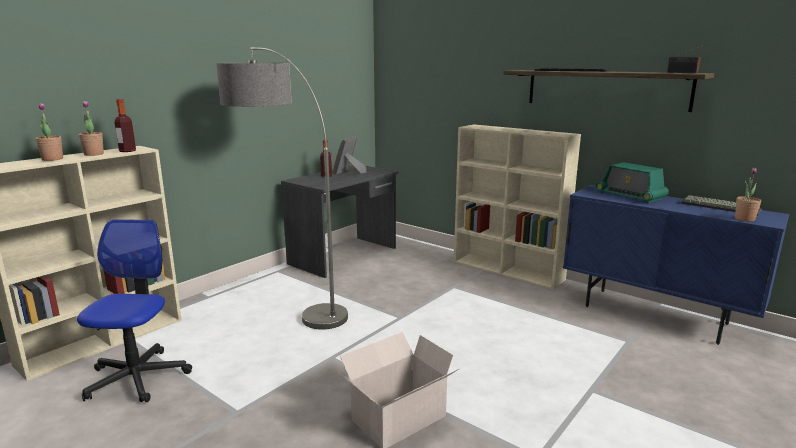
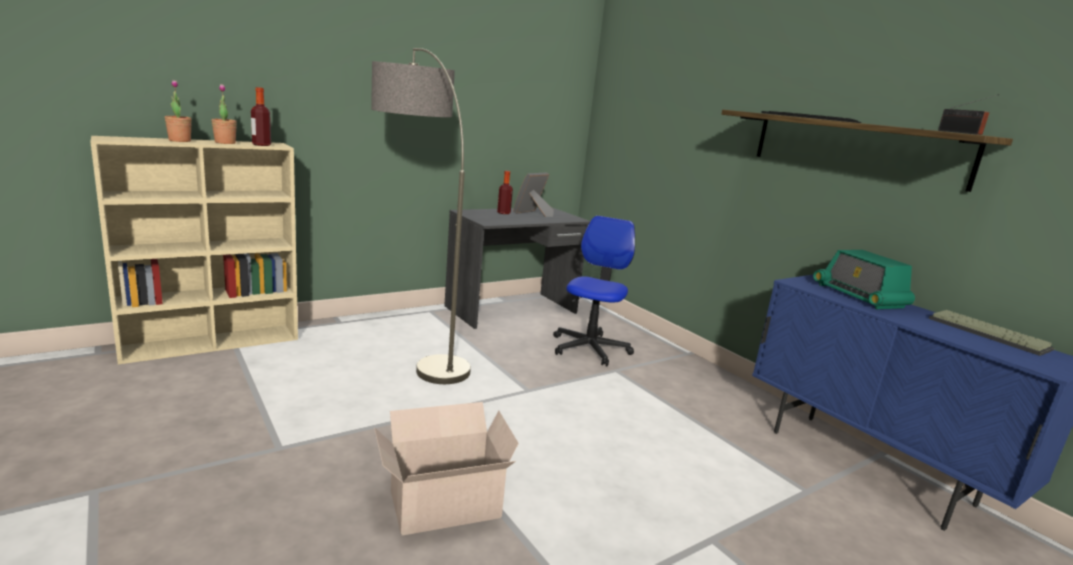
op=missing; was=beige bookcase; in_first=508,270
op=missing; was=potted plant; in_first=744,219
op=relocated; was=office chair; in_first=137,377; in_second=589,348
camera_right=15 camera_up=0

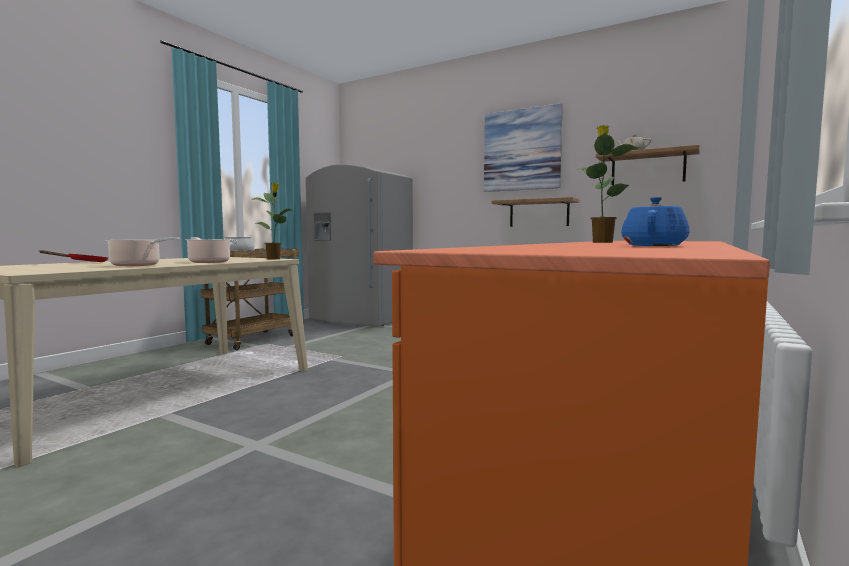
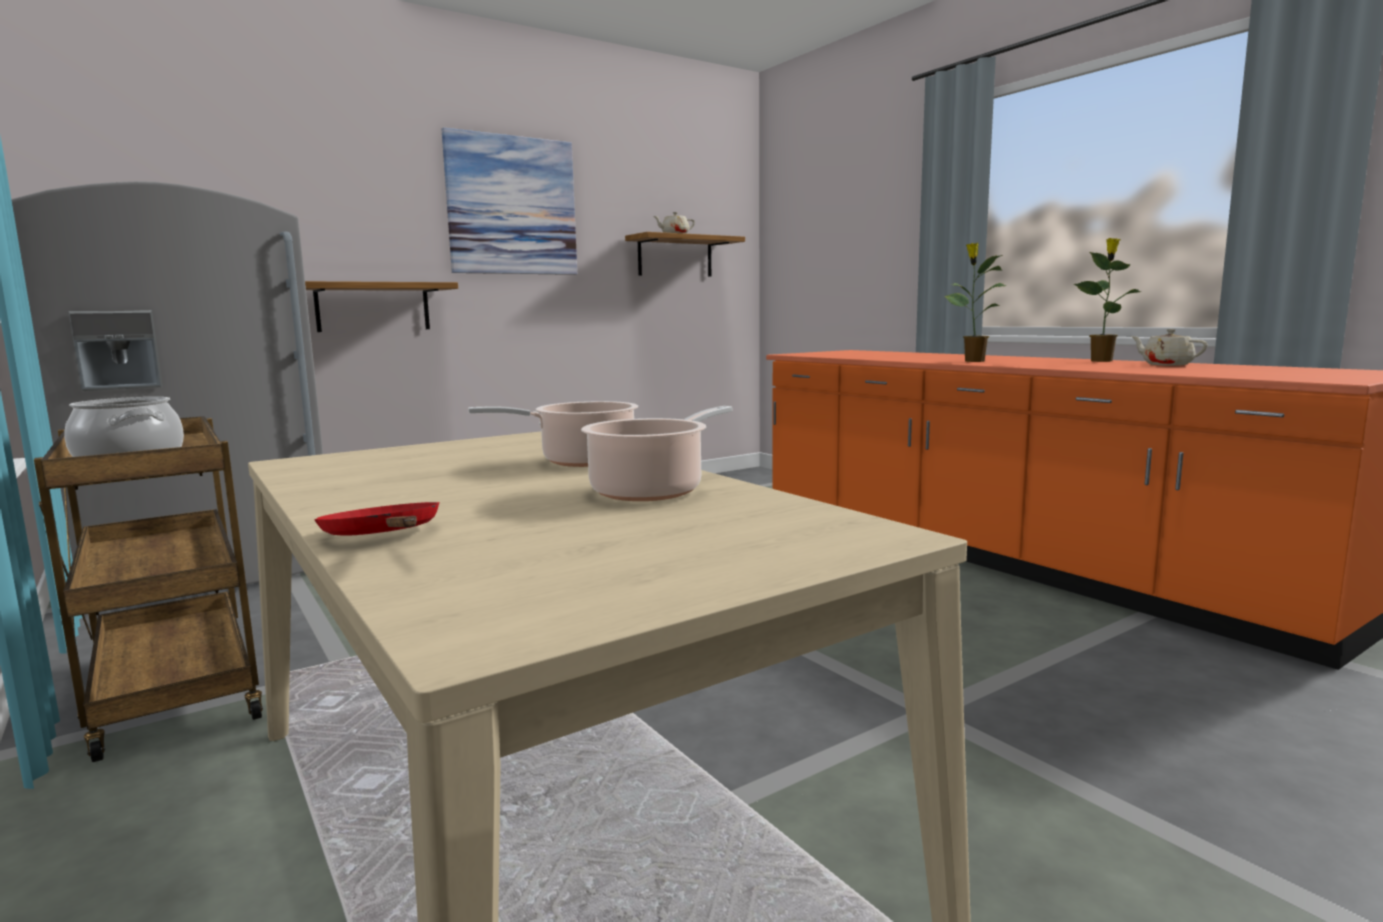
op=relocated; was=potted plant; in_first=274,259; in_second=1101,361
op=relocated; was=shelf; in_first=539,213; in_second=373,307
op=colour; was=blue teapot; now=beige teapot; in_first=653,245; in_second=1166,364
camera_right=-65 camera_up=5

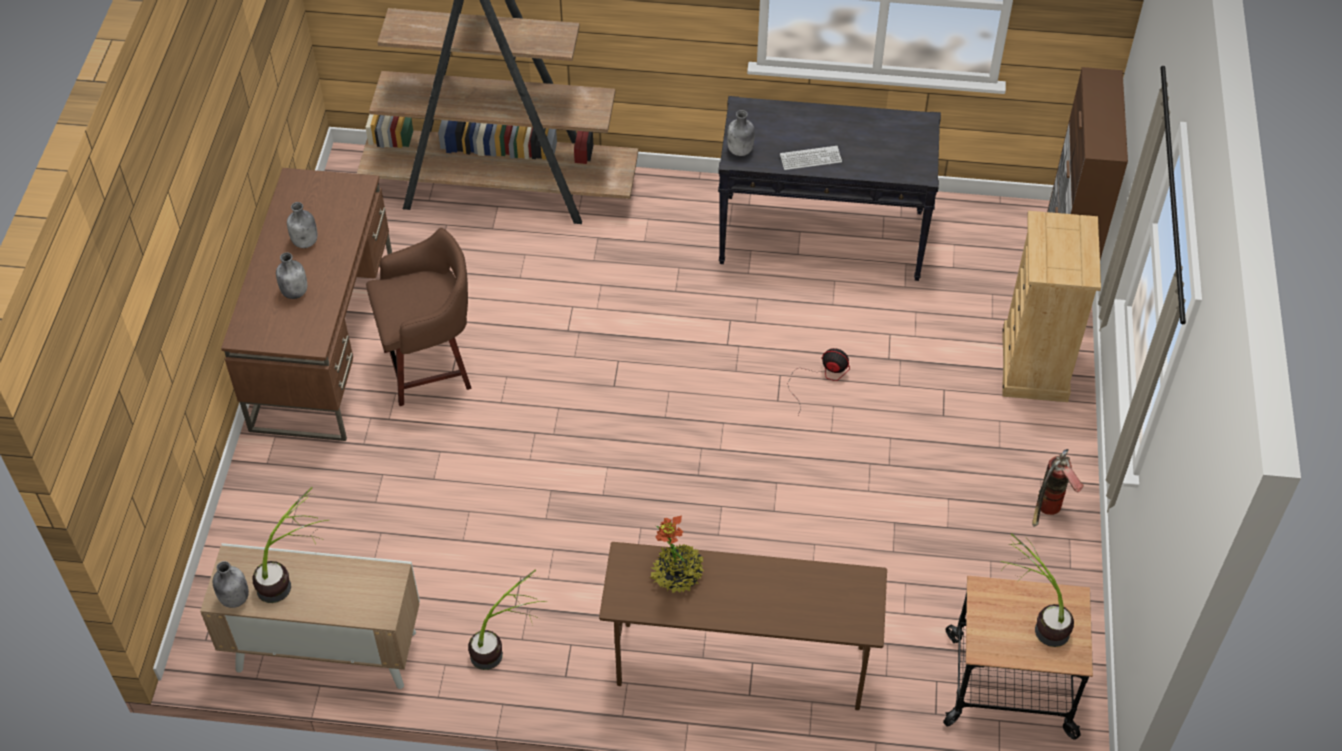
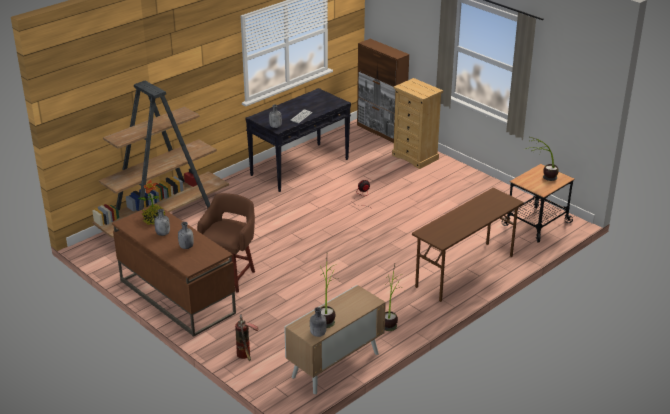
op=relocated; was=potted plant; in_first=677,574; in_second=154,219
op=relocated; was=fire extinguisher; in_first=1047,513; in_second=246,357
camera_right=-50 camera_up=-20

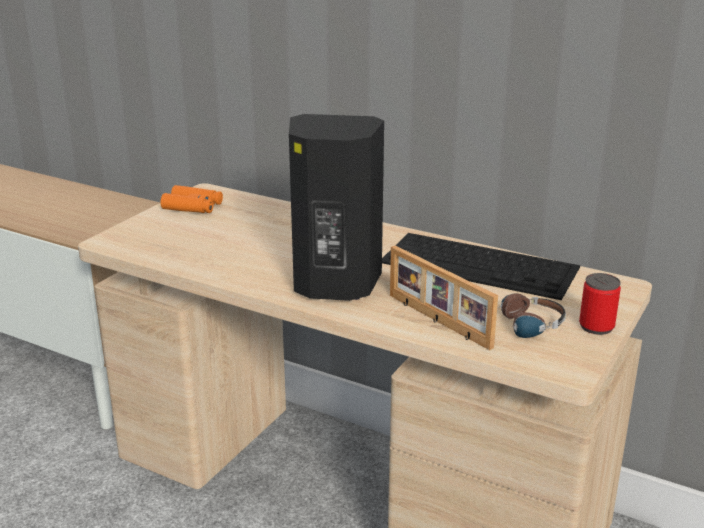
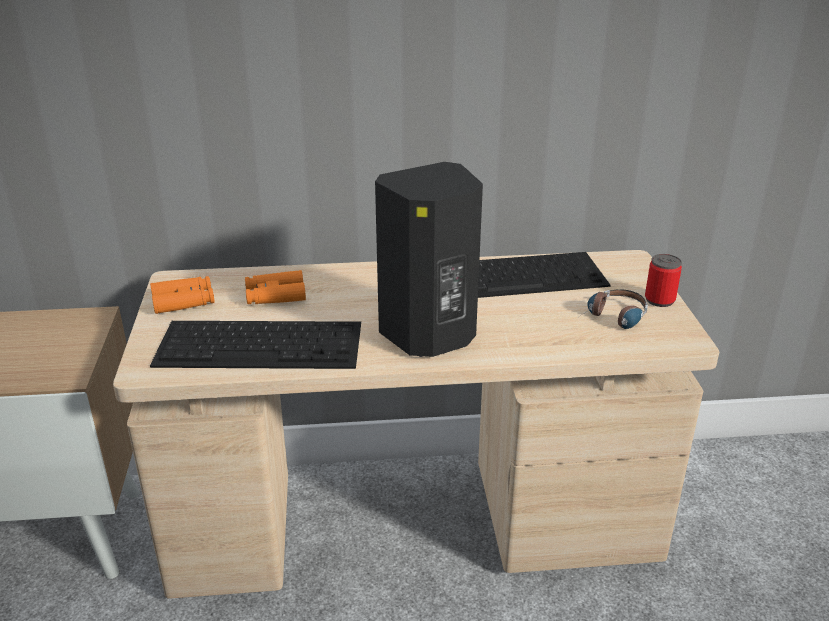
op=missing; was=picture frame; in_first=437,321
op=appeared; now=keyboard; in_second=262,344
op=appeared; now=orange binoculars; in_second=275,295
camera_right=-35 camera_up=5

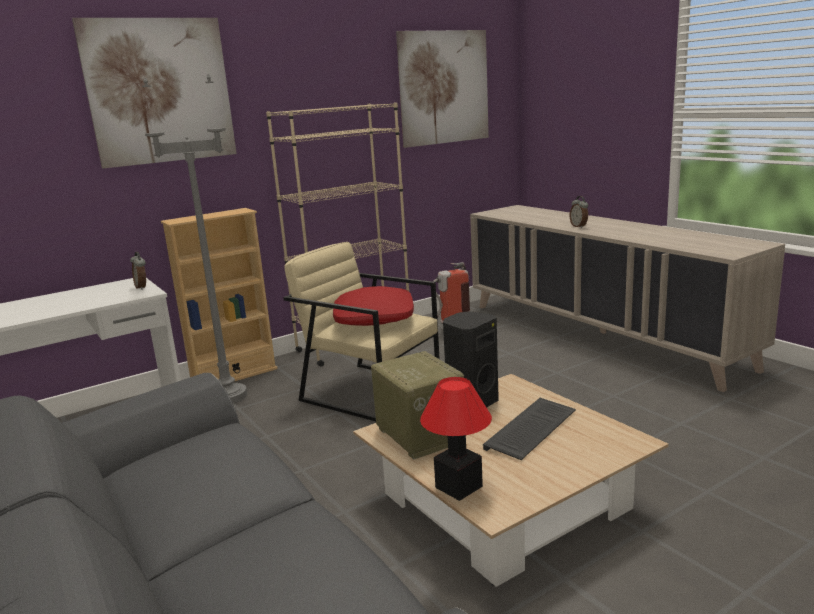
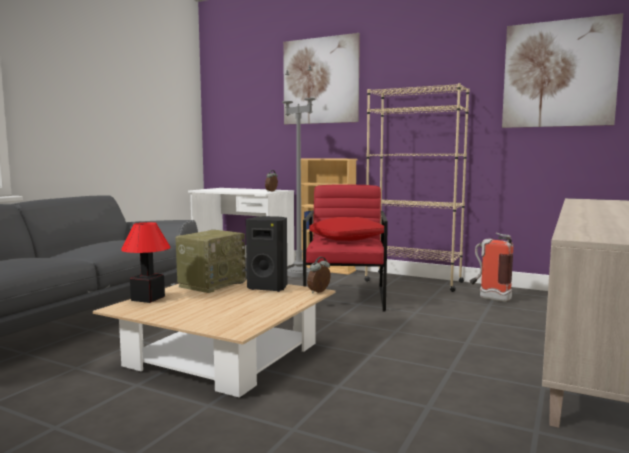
op=missing; was=keyboard; in_first=531,431
op=relocated; was=alarm clock; in_first=579,226; in_second=319,292
op=colour; was=beige armchair; now=red armchair; in_first=371,391; in_second=346,298
camera_right=60 camera_up=-10

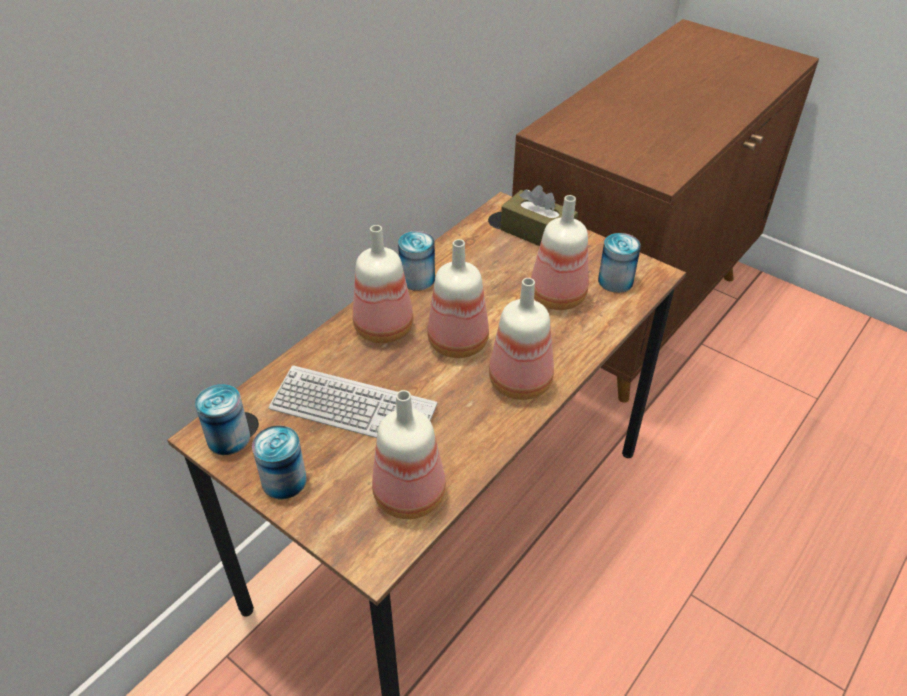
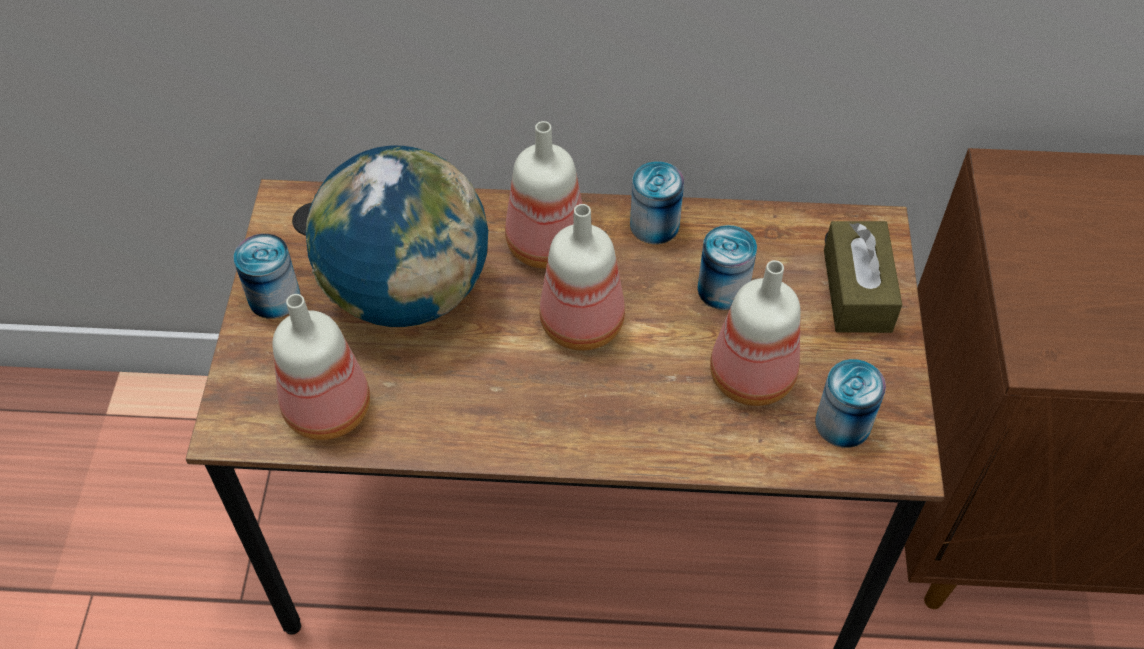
op=missing; was=bottle; in_first=521,380
op=relocated; was=can; in_first=228,438; in_second=723,289
op=exchanged; was=keyboard; now=globe; in_first=353,408; in_second=407,292
camera_right=55 camera_up=10

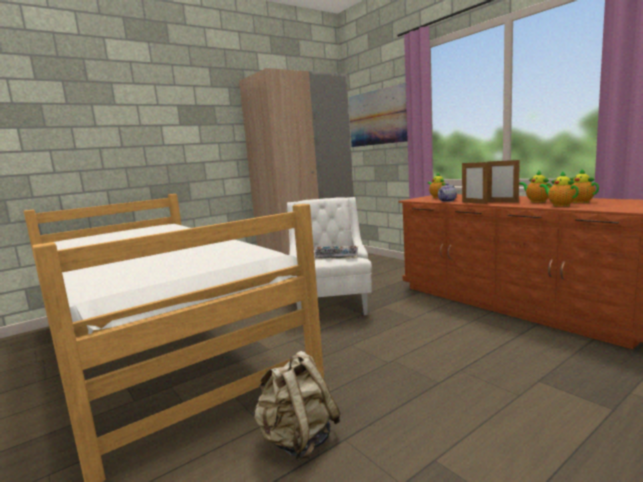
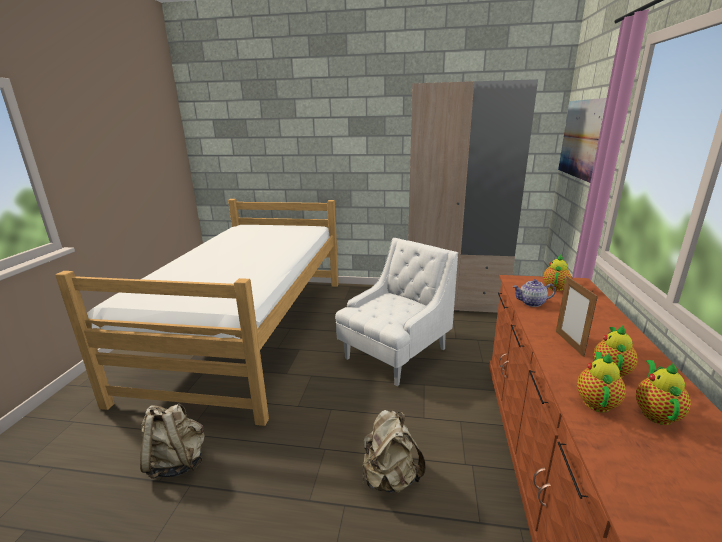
op=missing; was=keyboard; in_first=337,256
op=missing; was=picture frame; in_first=474,203
op=appeared; now=beige backpack; in_second=390,478
camera_right=45 camera_up=10

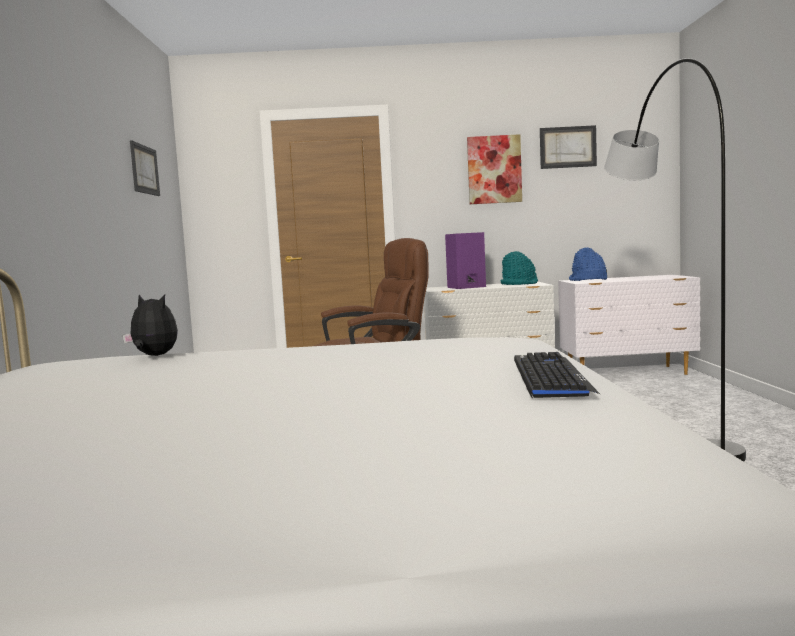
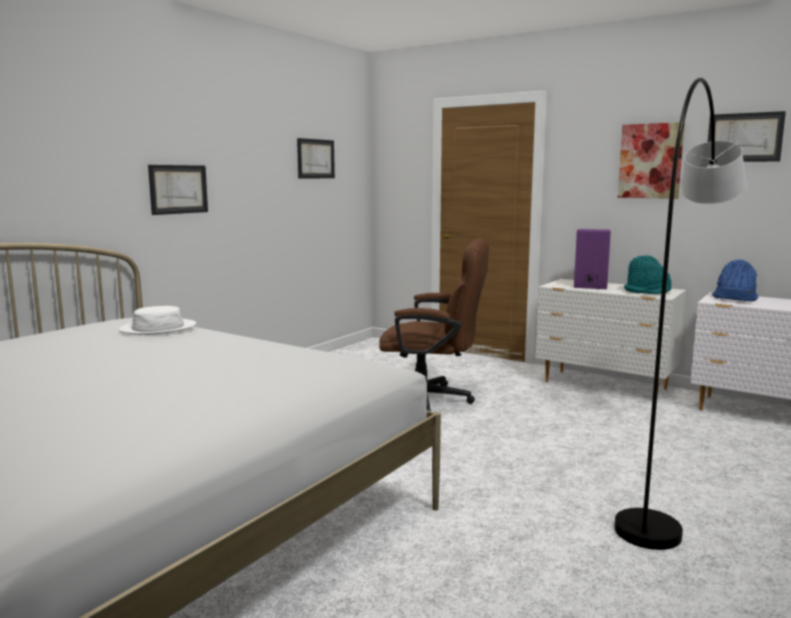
op=missing; was=keyboard; in_first=549,377
op=appeared; now=picture; in_second=178,189
op=exchanged; was=plush toy; now=white hat; in_first=153,356; in_second=158,328
camera_right=35 camera_up=5

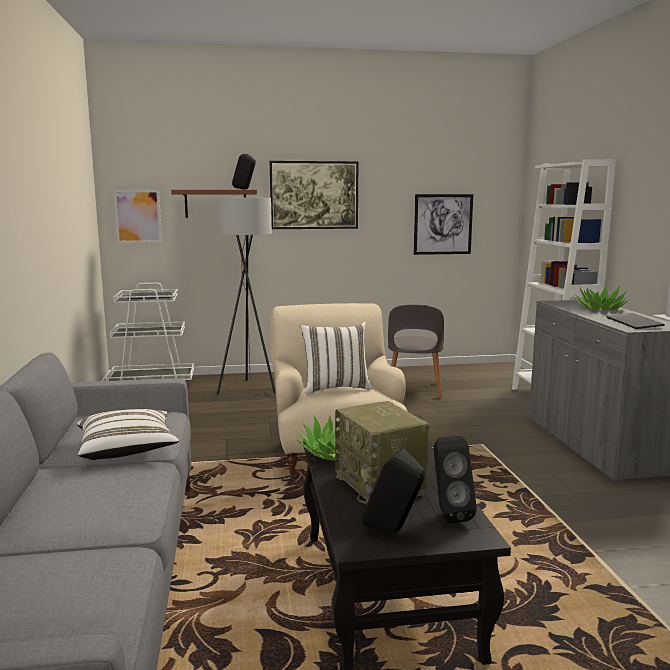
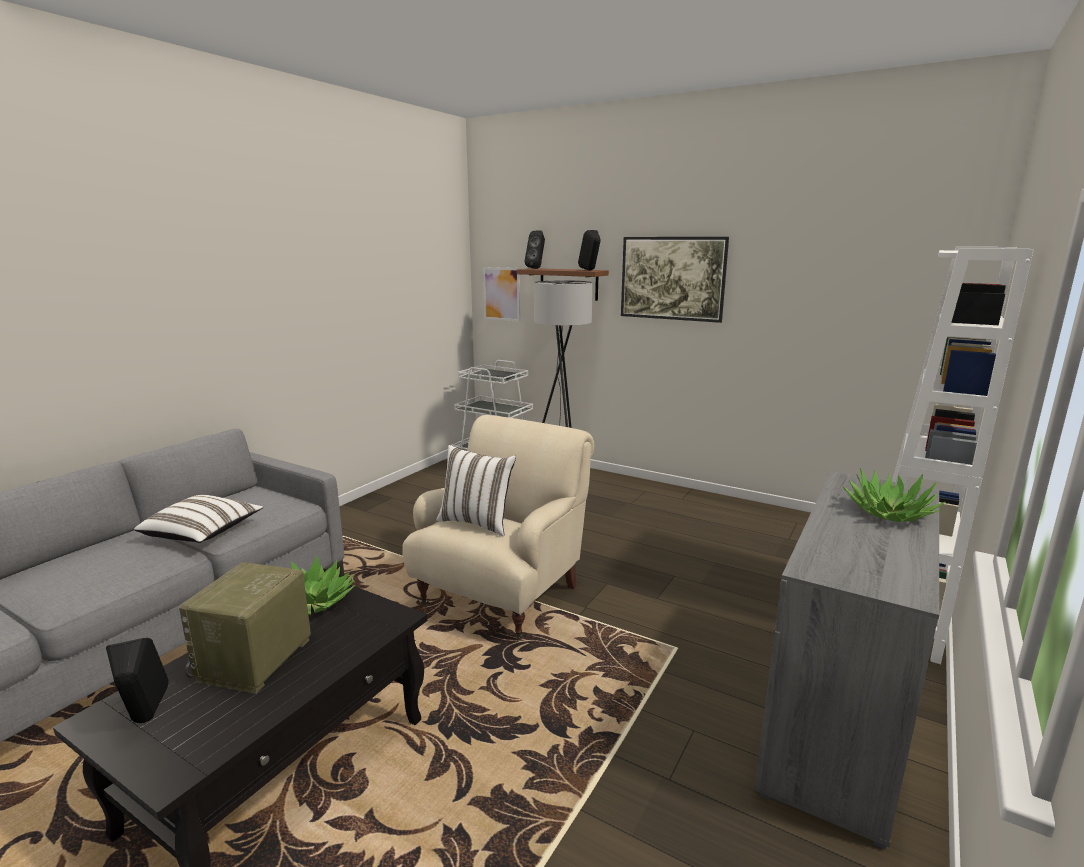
op=missing; was=grey chair; in_first=414,390
op=missing; was=picture; in_first=443,224
op=missing; was=keyboard; in_first=635,323
op=relocated; was=black speaker; in_first=448,514; in_second=536,268
camera_right=40 camera_up=5

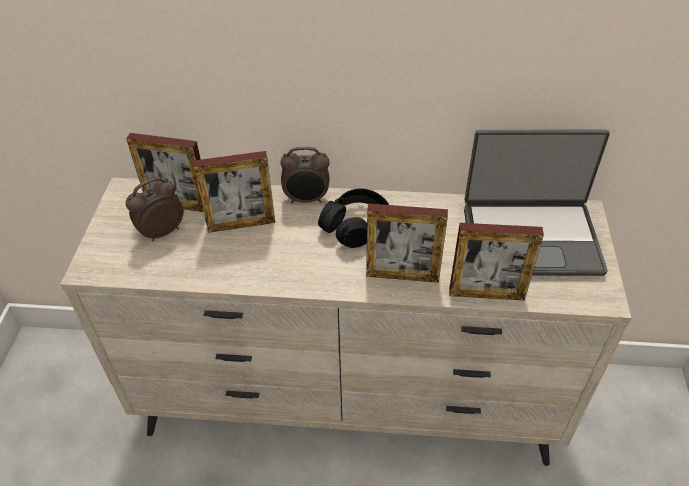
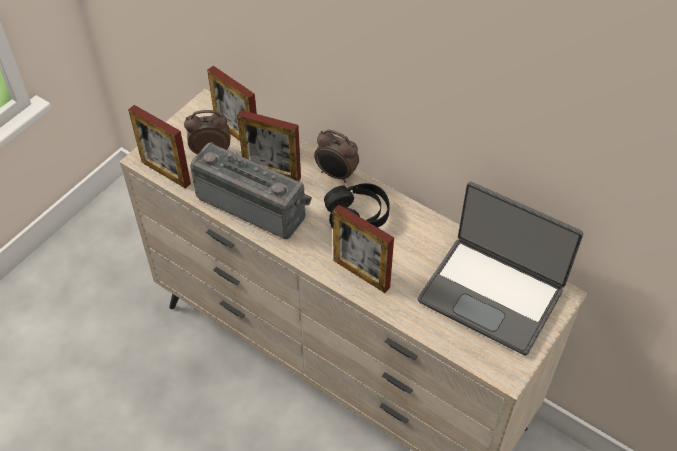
op=appeared; now=radio; in_second=254,204
op=relocated; was=picture frame; in_first=486,294; in_second=166,173
camera_right=30 camera_up=5

